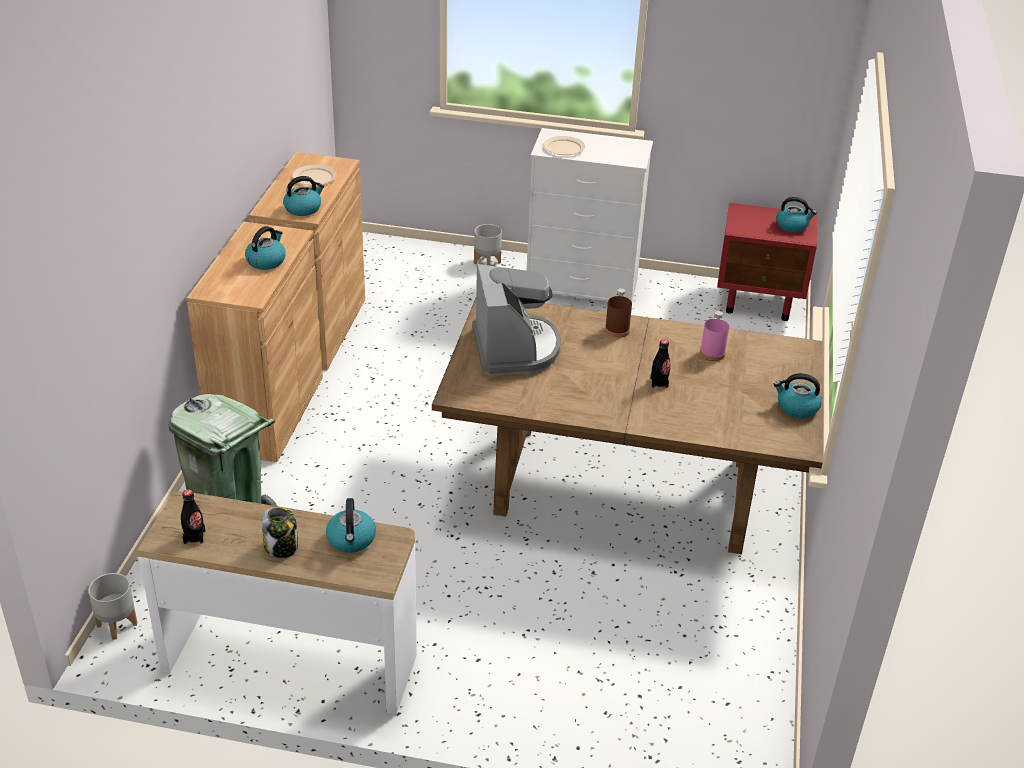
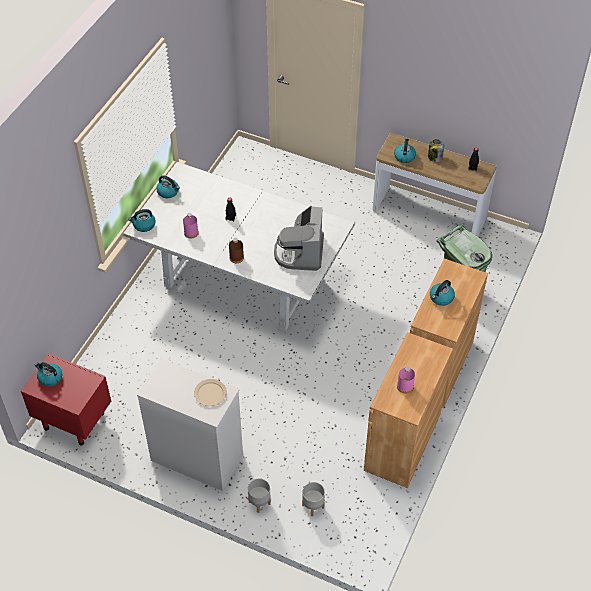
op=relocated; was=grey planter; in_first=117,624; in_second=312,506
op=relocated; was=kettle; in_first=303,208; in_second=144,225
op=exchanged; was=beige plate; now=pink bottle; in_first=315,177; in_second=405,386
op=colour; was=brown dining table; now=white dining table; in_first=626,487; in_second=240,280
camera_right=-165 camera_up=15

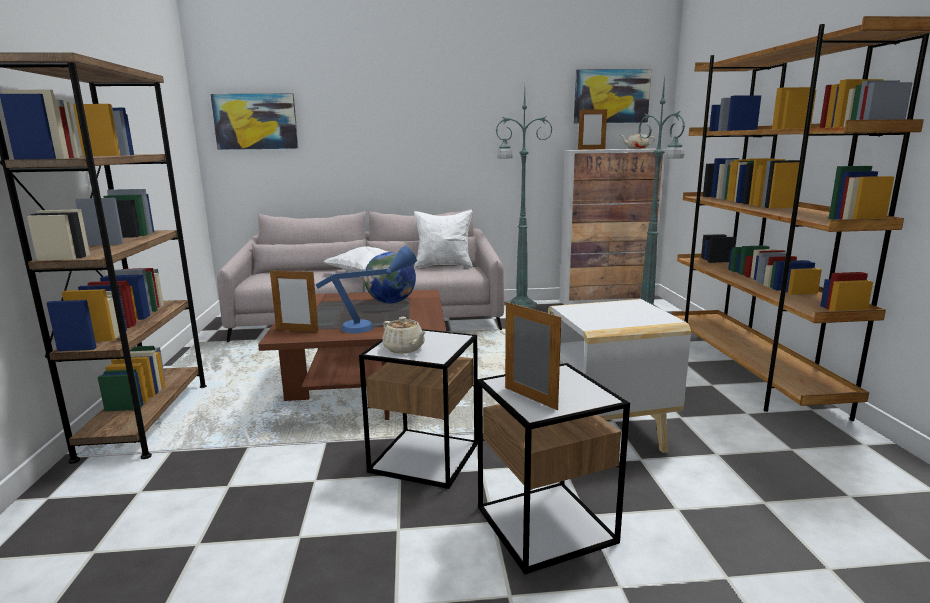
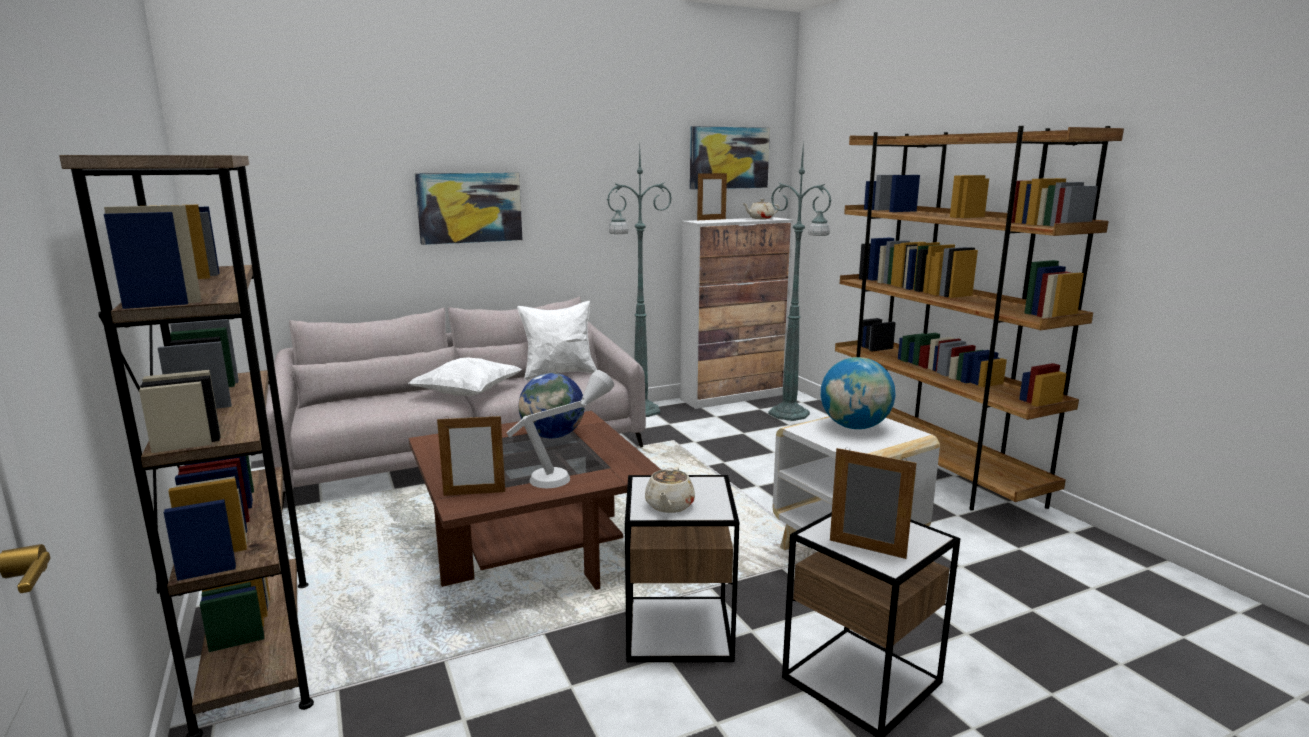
op=appeared; now=globe; in_second=855,427
op=relocated; was=picture; in_first=255,121; in_second=470,207
op=colour; was=blue table lamp; now=grey table lamp; in_first=373,325; in_second=566,473
op=spun; was=beige teapot; in_first=404,349; in_second=669,506; clockwise=75
camera_right=-20 camera_up=0

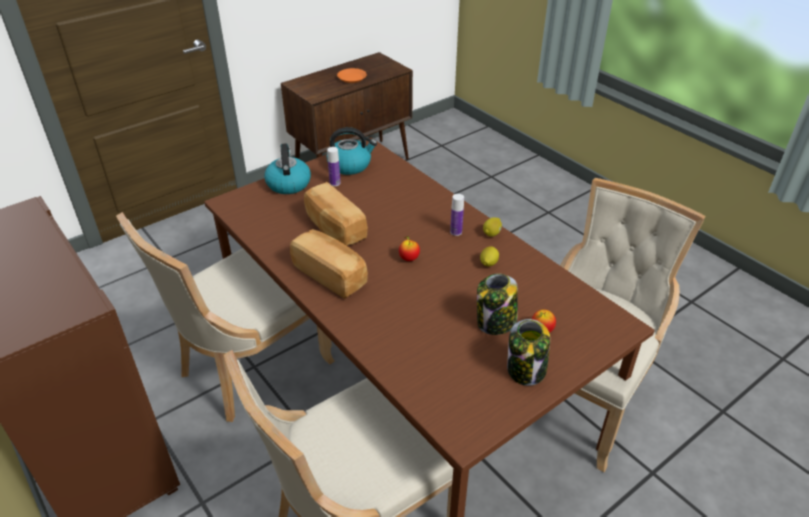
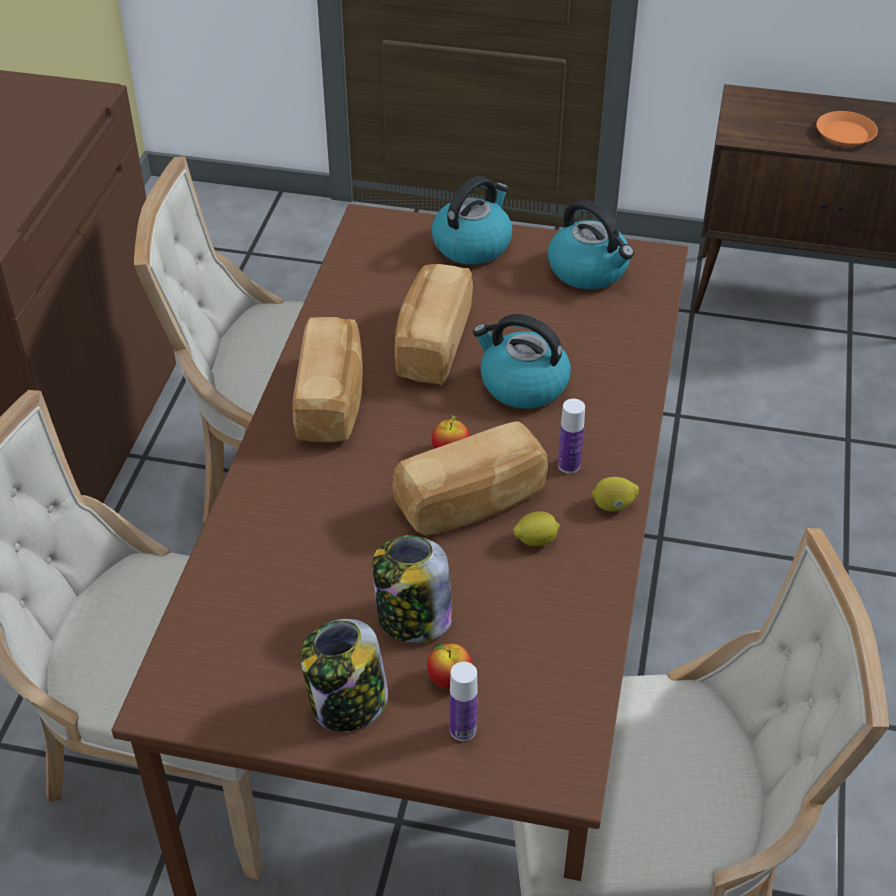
op=appeared; now=bread; in_second=472,502
op=appeared; now=kettle; in_second=522,384
op=relocated; was=bottle; in_first=335,183; in_second=463,729
camera_right=50 camera_up=5

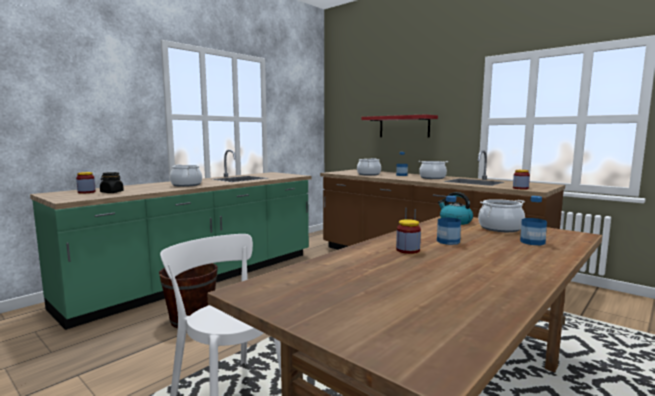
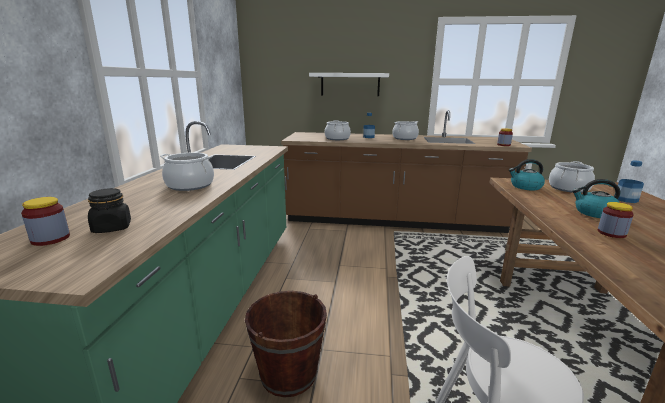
op=exchanged; was=bottle; now=kettle; in_first=448,241; in_second=594,213
op=colour; was=red shelf; now=white shelf; in_first=404,127; in_second=350,84
camera_right=-35 camera_up=10

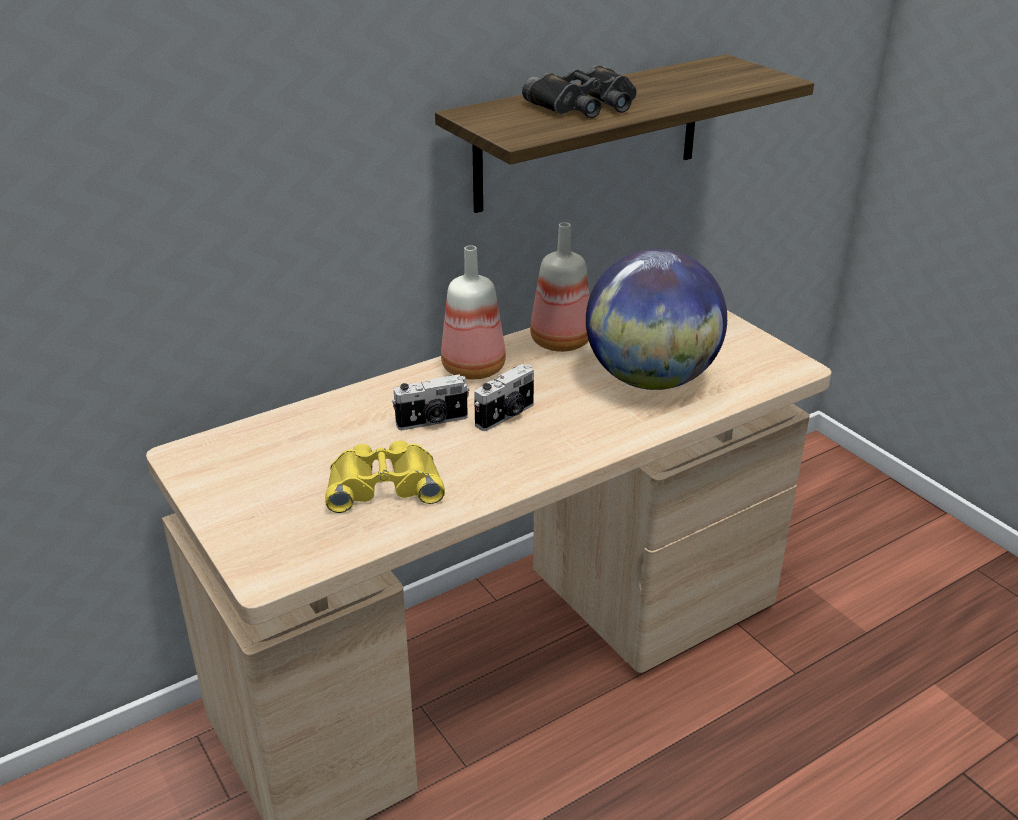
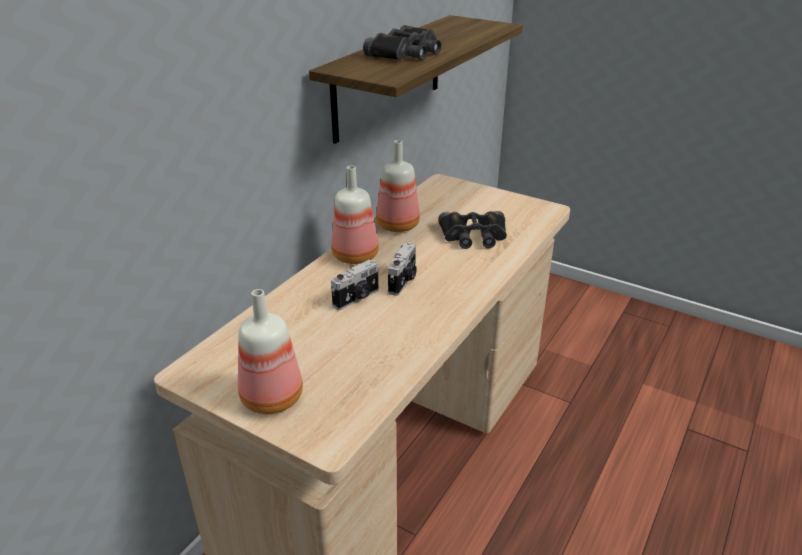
op=missing; was=yellow binoculars; in_first=384,484
op=appeared; now=bottle; in_second=270,397
op=exchanged; was=globe; now=black binoculars; in_first=651,379; in_second=473,236
camera_right=-25 camera_up=0

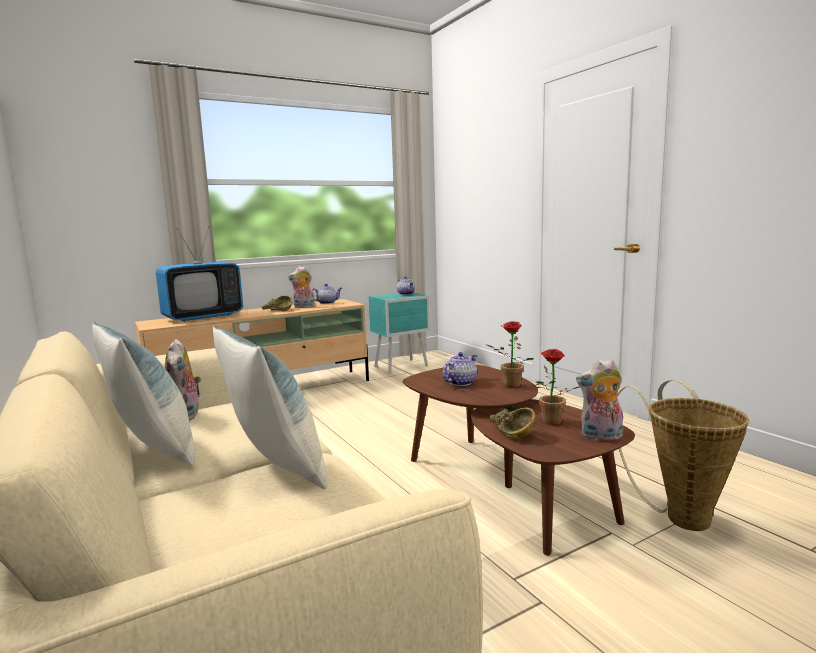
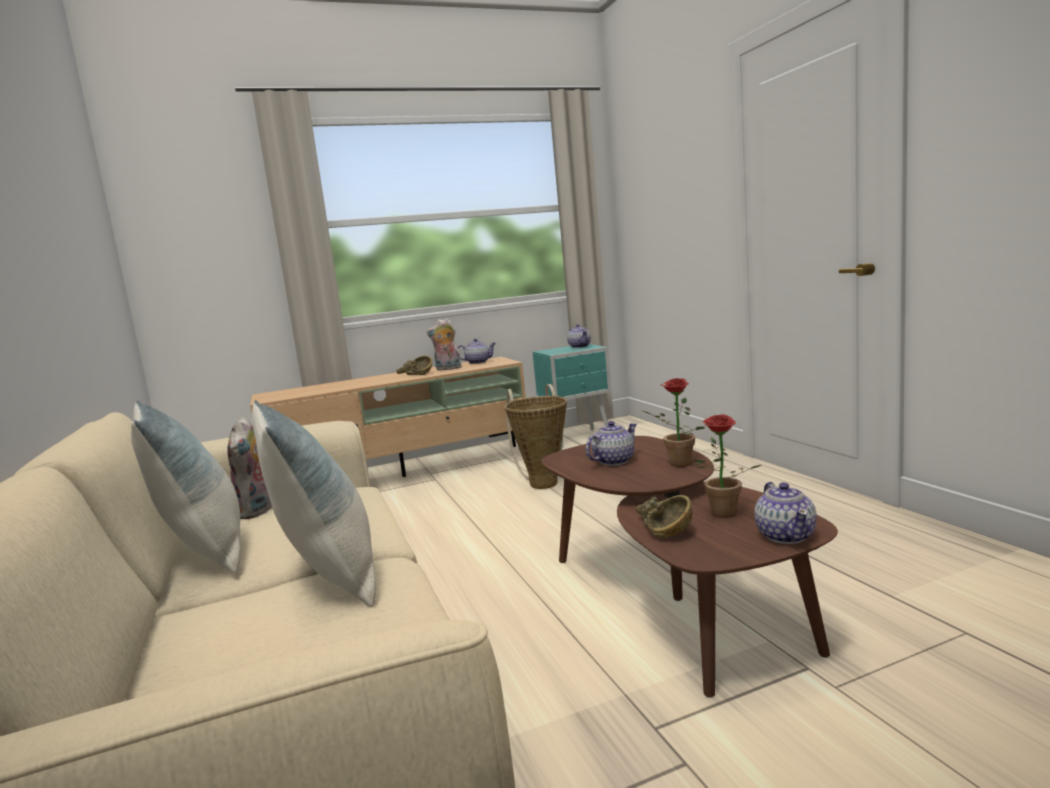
op=missing; was=television; in_first=203,317
op=relocated; was=basket; in_first=681,515; in_second=543,482
op=exchanged; was=plush toy; now=teapot; in_first=601,437; in_second=786,535
camera_right=10 camera_up=0

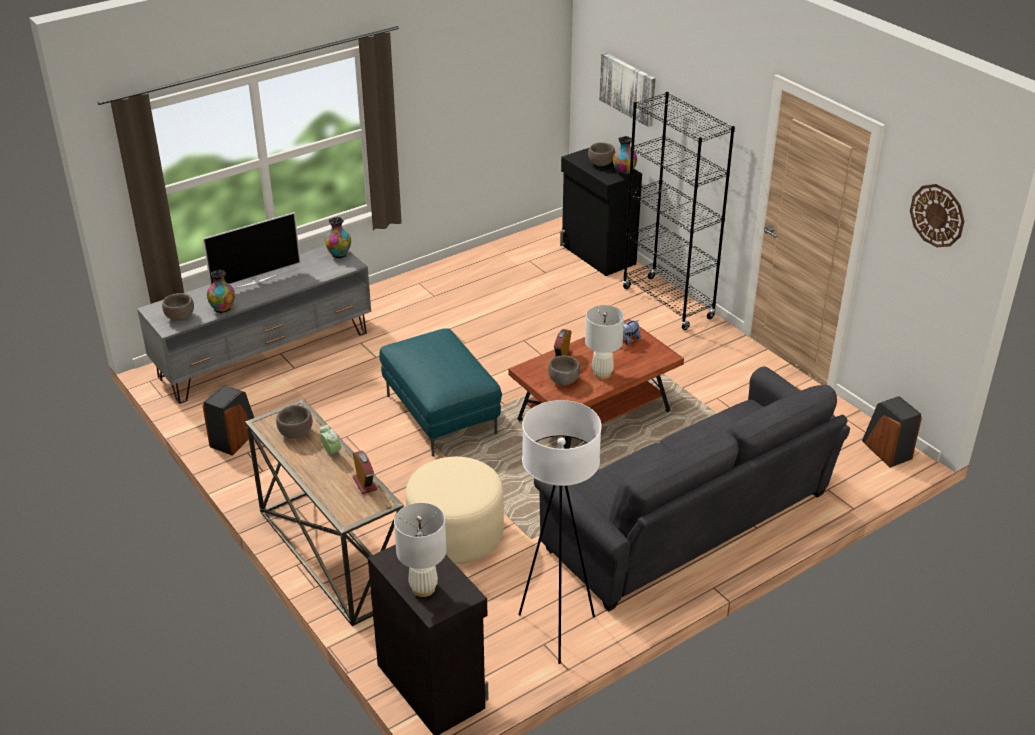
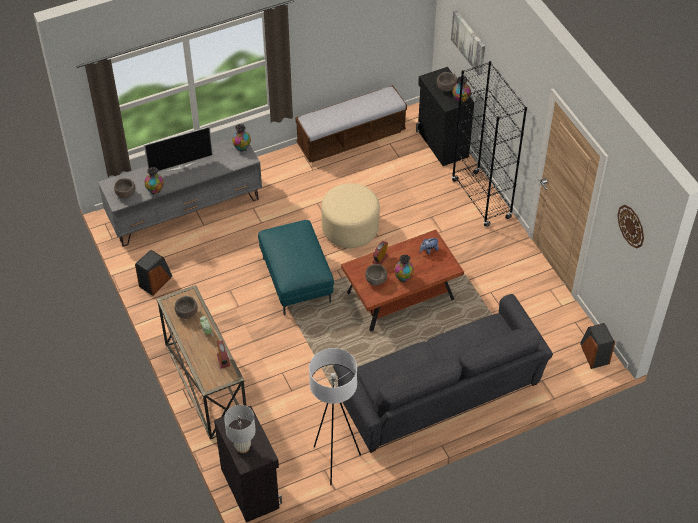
op=appeared; now=bench; in_second=351,138
op=relocated; was=beige ottoman; in_first=456,534; in_second=350,228
op=exchanged; was=white table lamp; now=vase; in_first=602,373; in_second=403,277
camera_right=10 camera_up=15

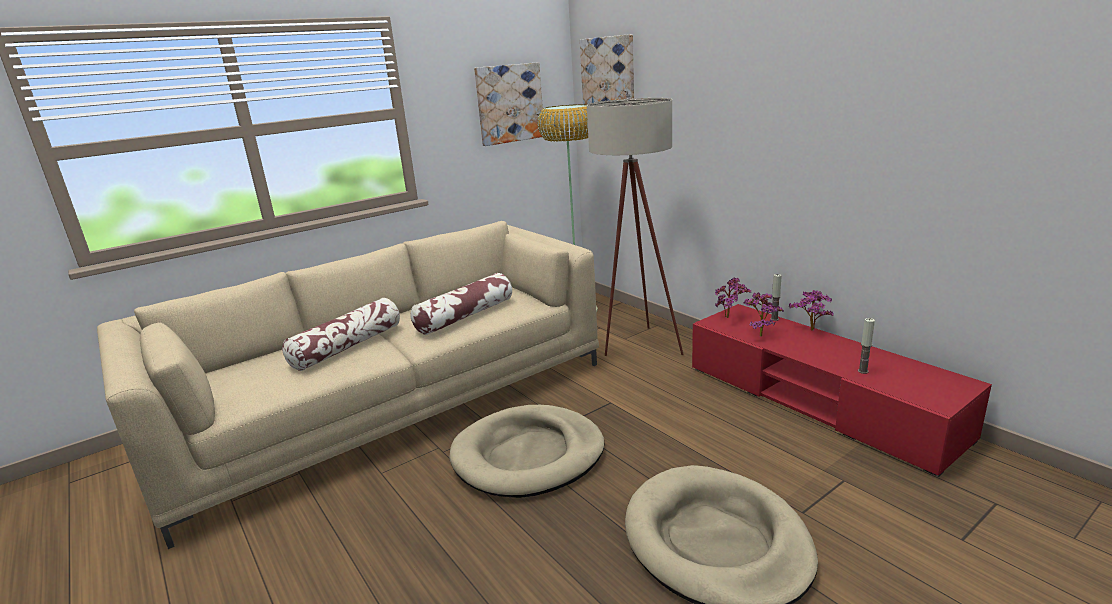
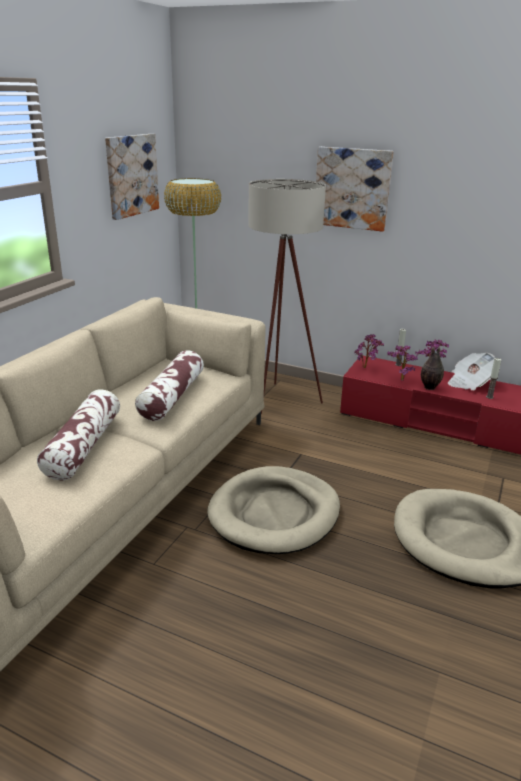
op=appeared; now=vase; in_second=429,387
op=appeared; now=newspaper; in_second=470,383
op=relocated; was=picture; in_first=608,76; in_second=352,188
camera_right=-30 camera_up=5

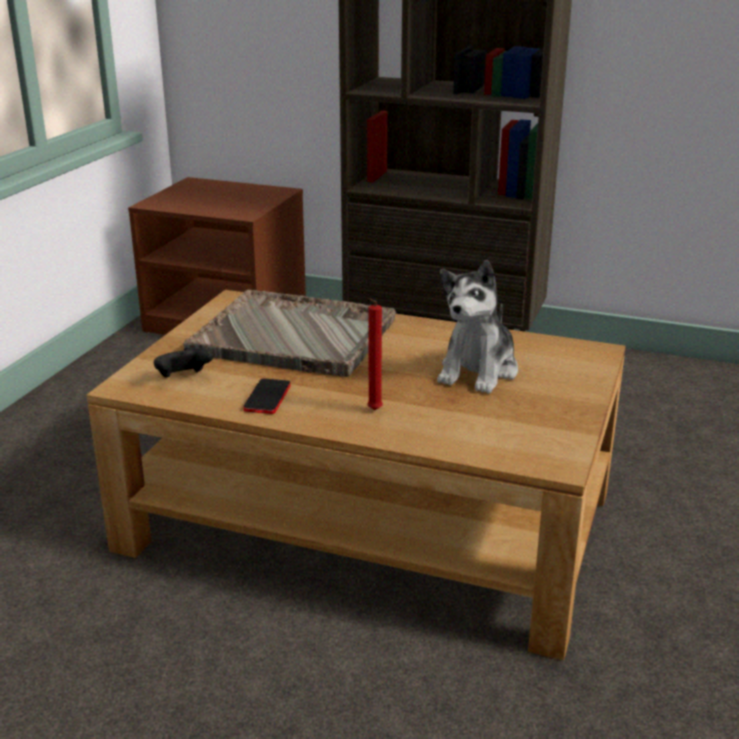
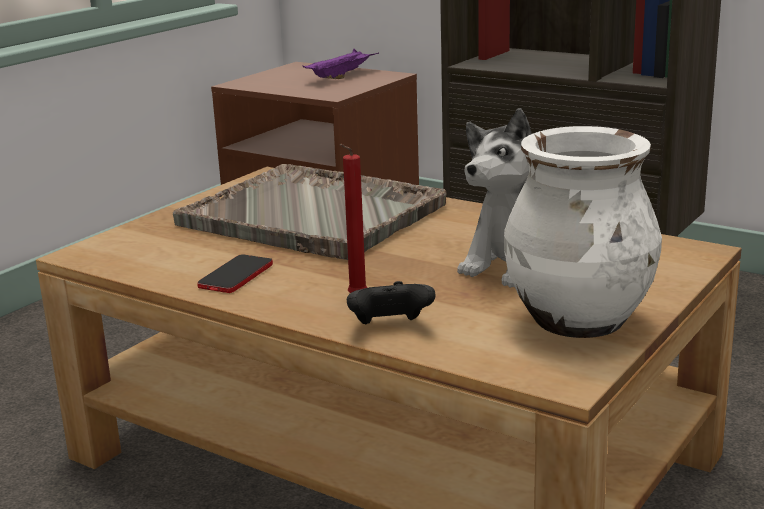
op=appeared; now=purple tray; in_second=341,76
op=appeared; now=white vase; in_second=578,322
op=relocated; was=black game controller; in_first=183,378; in_second=390,327
camera_right=15 camera_up=-5

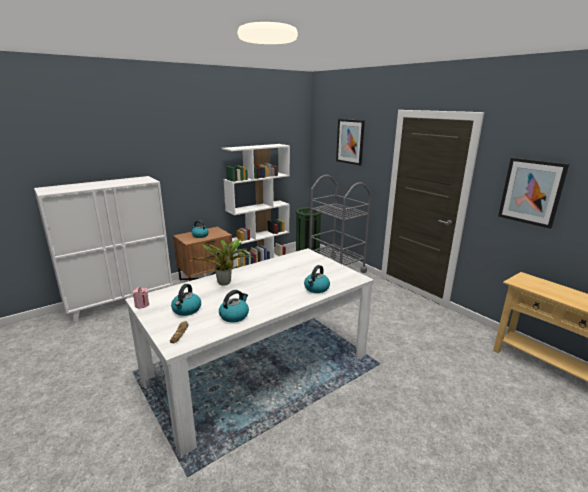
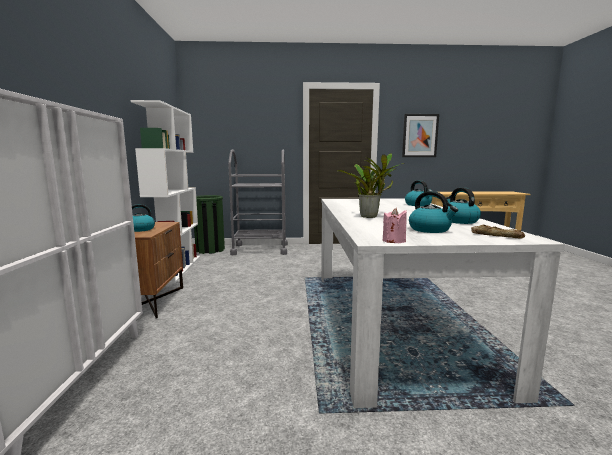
op=missing; was=picture; in_first=350,141
camera_right=-55 camera_up=-10

